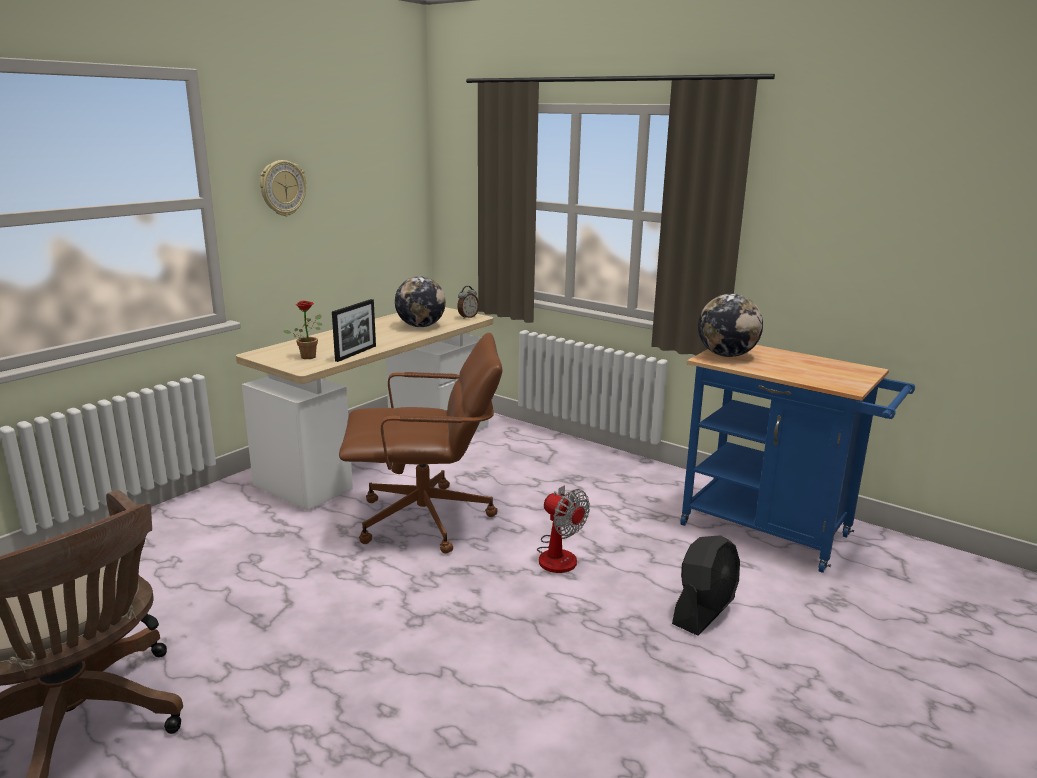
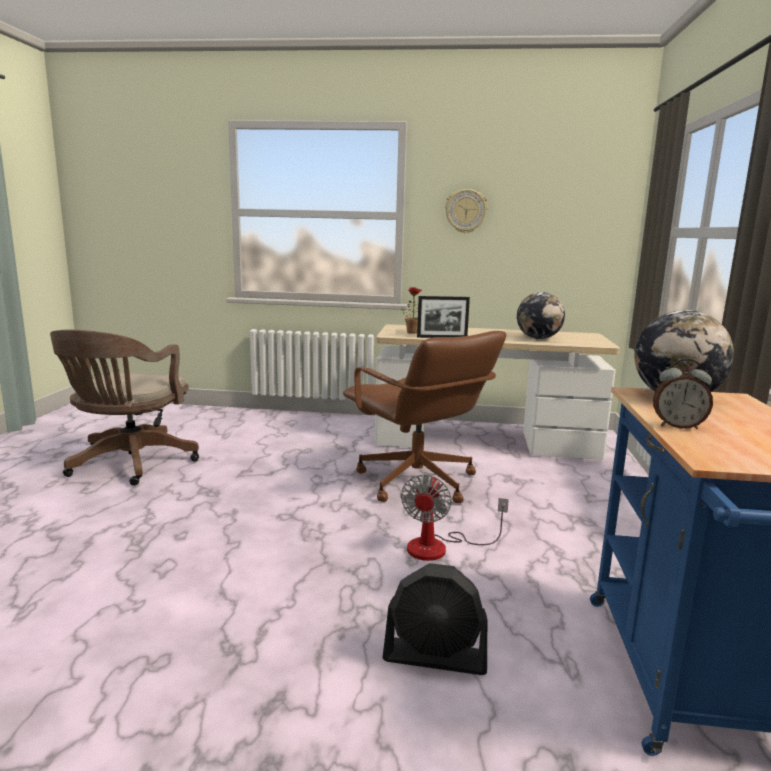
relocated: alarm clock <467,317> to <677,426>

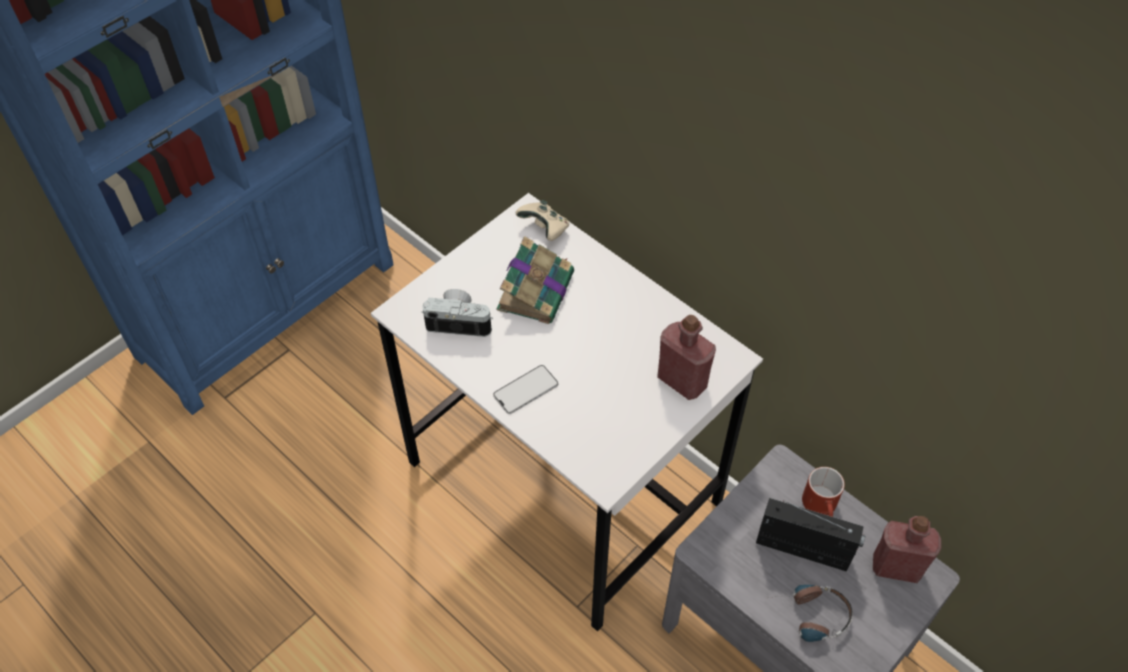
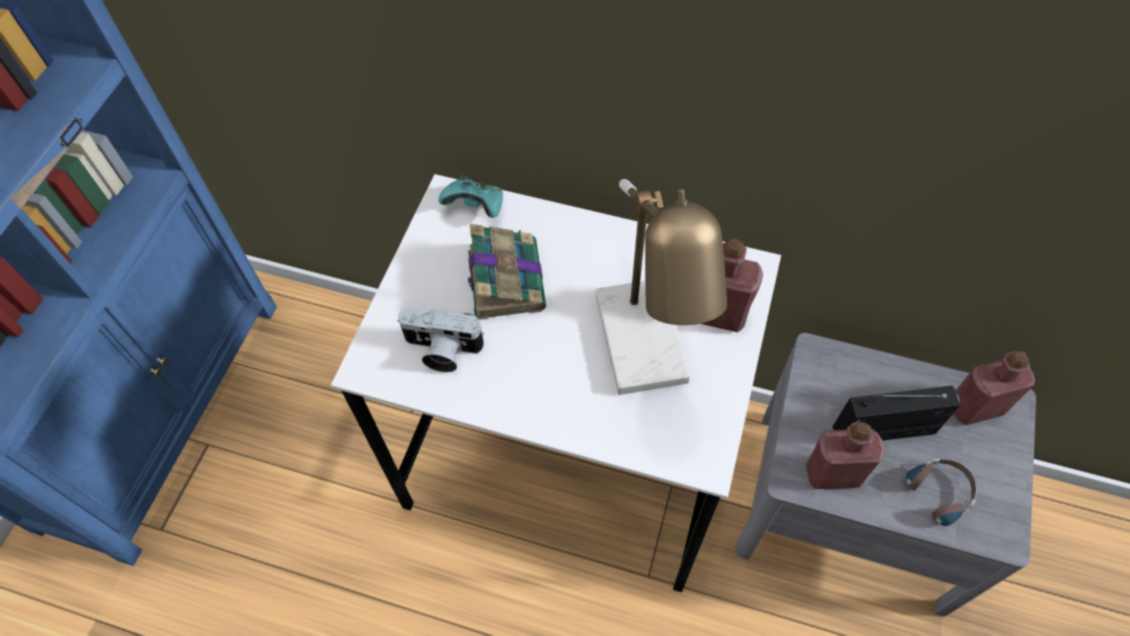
missing: phone <525,390>; red mug <822,507>
appeared: table lamp <647,354>; red bottle <833,473>
colour: beige game controller <545,229> to turquoise game controller <476,207>
spun: photo camera <460,321> = <441,350> 150 degrees counterclockwise

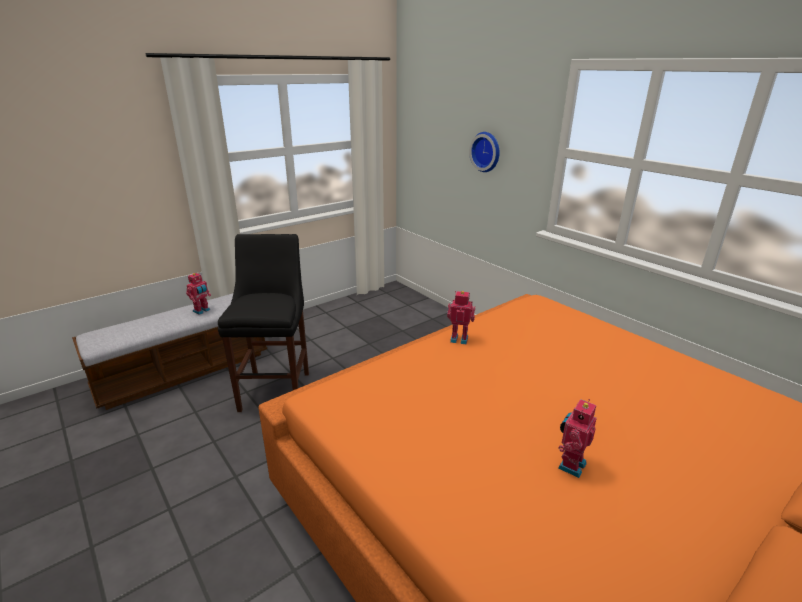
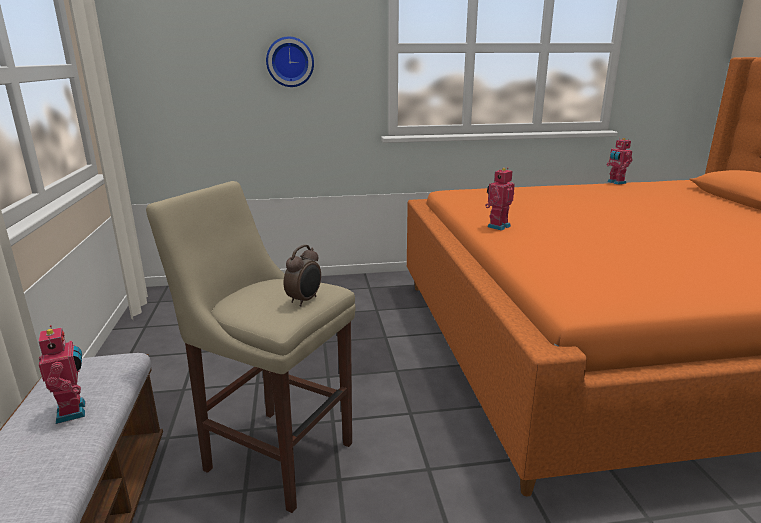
appeared: alarm clock <305,300>
relocated: toy robot <570,464> to <615,182>
colour: black stool <277,389> to beige stool <274,453>

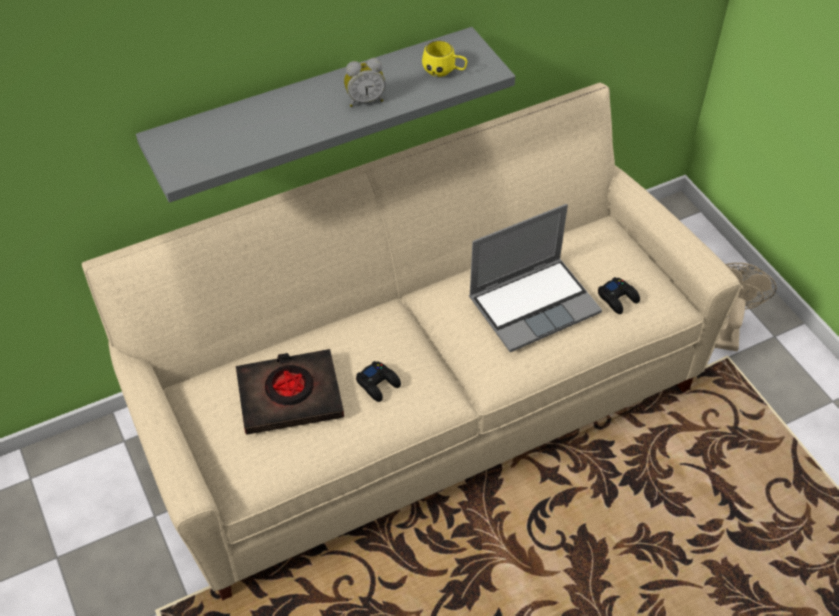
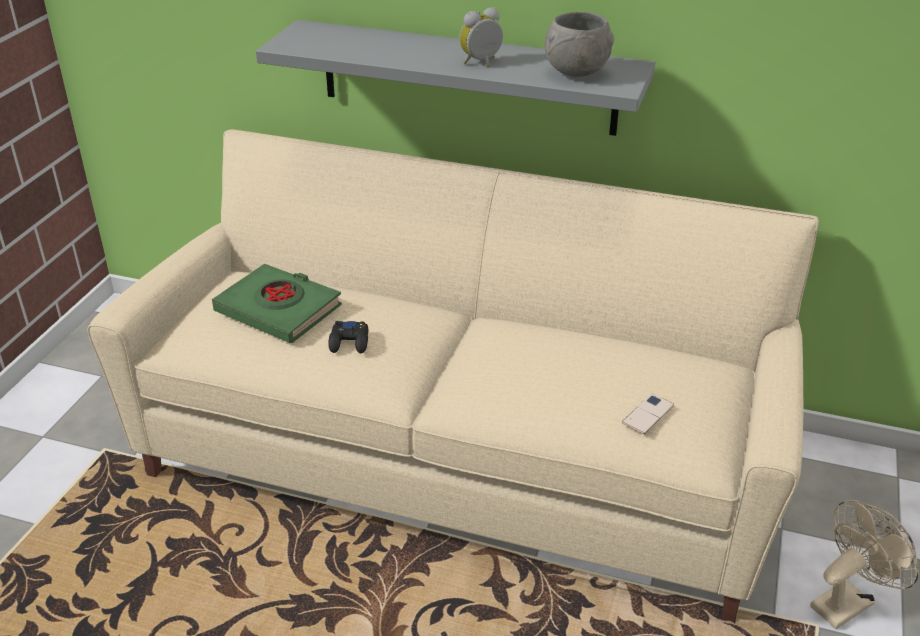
missing: laptop <534,304>
exchanged: yellow mug <444,72> to grey bowl <577,74>; black game controller <618,298> to phone <648,414>
colour: black book <290,396> to green book <279,309>
spun: alarm clock <365,100> = <482,63> 120 degrees clockwise

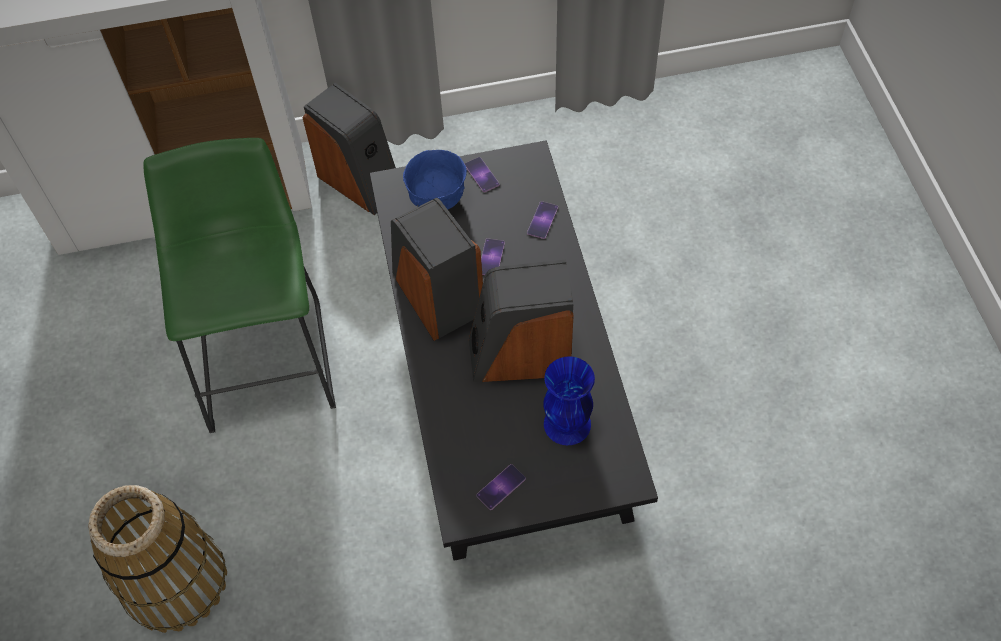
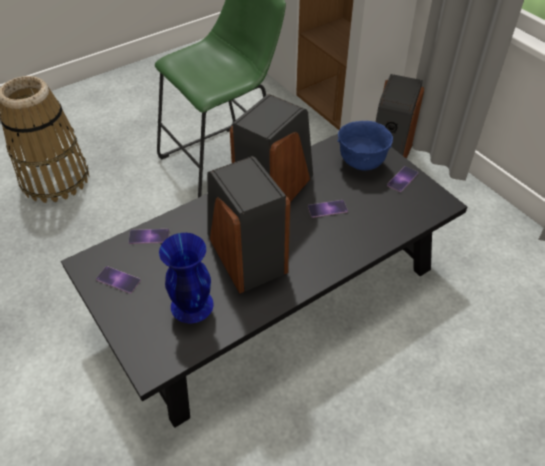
relocated: phone <542,220> to <149,236>

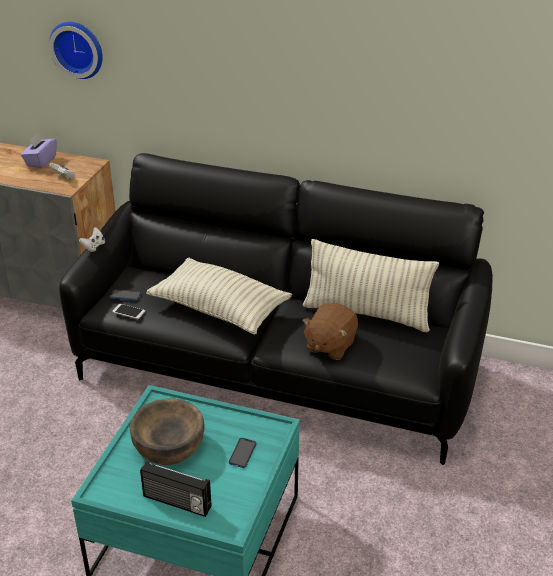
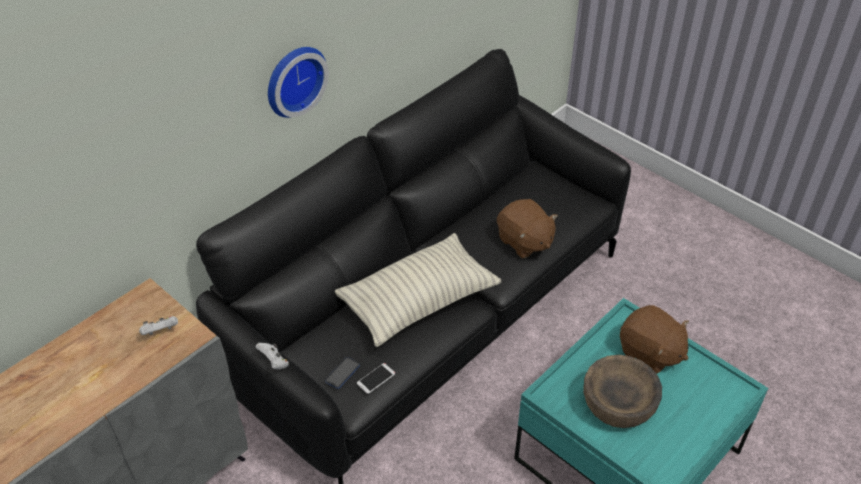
missing: purple tissue box <41,161>; radio <176,502>; pillow <366,313>
relocated: wall clock <78,48> to <293,79>
exchanged: phone <242,453> to brown plush toy <650,352>

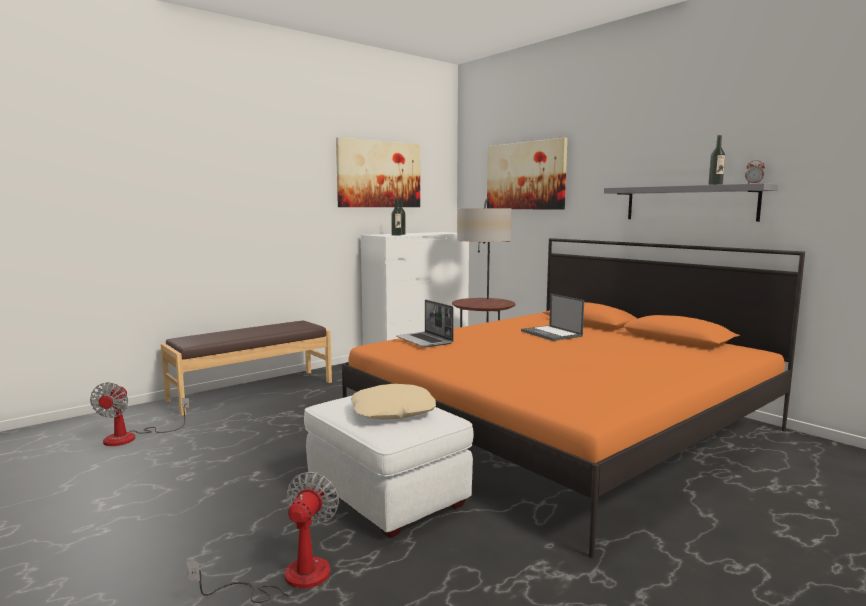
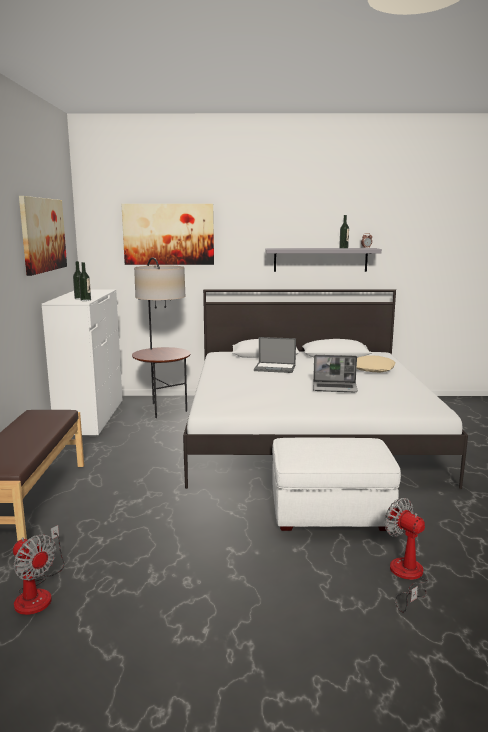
relocated: beige pillow <393,411> to <373,369>; laptop <425,341> to <335,388>
colour: orange bed <561,426> to white bed <307,433>

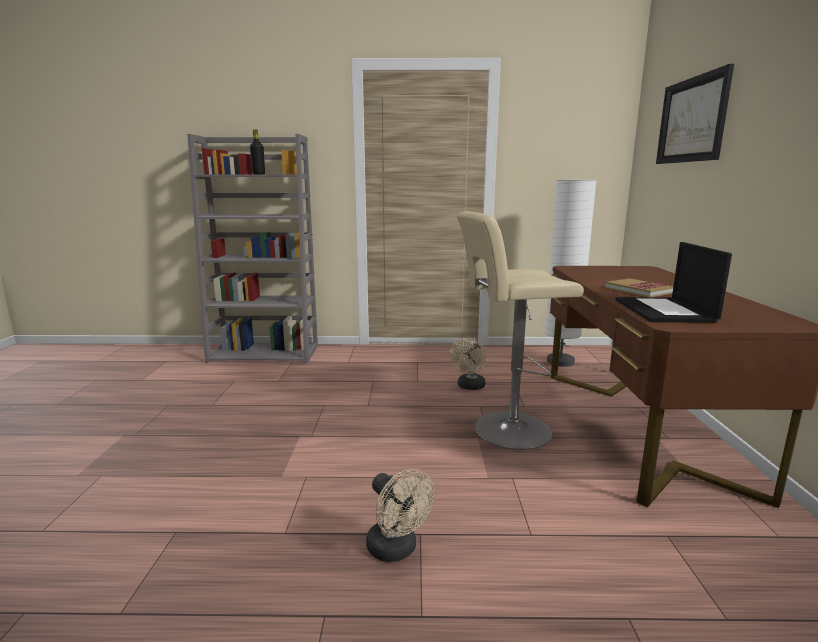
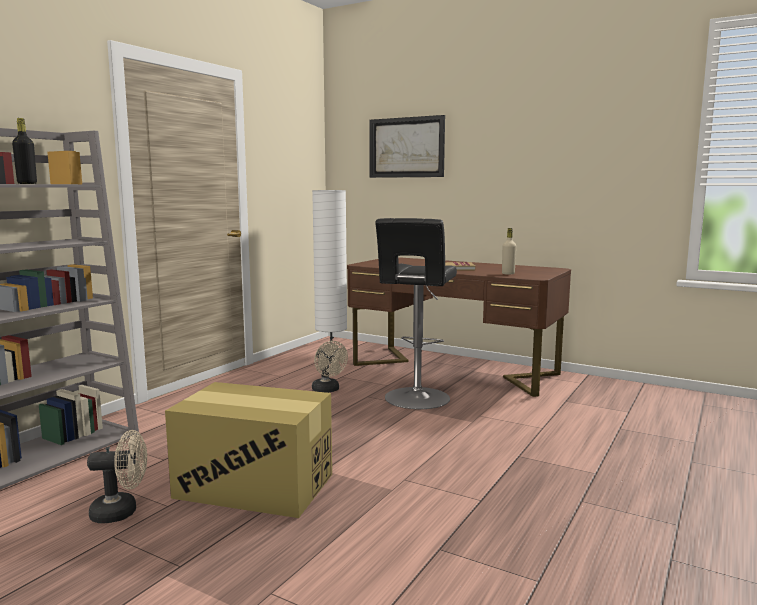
appeared: cardboard box <254,486>
relocated: beige fan <397,550> to <121,512>
exchanged: laptop <665,311> to beige bottle <508,273>
colour: beige stool <507,430> to black stool <416,399>

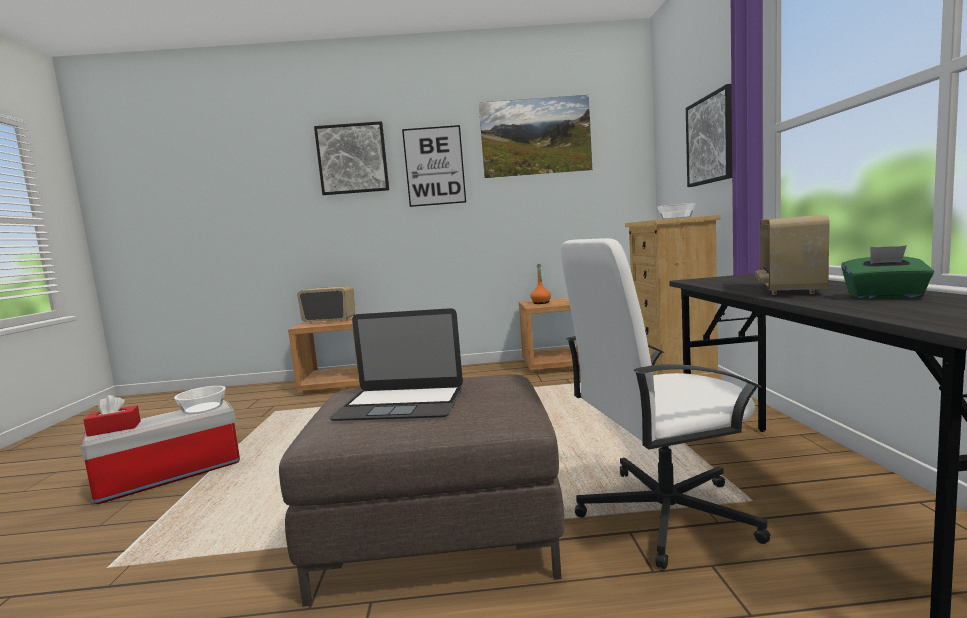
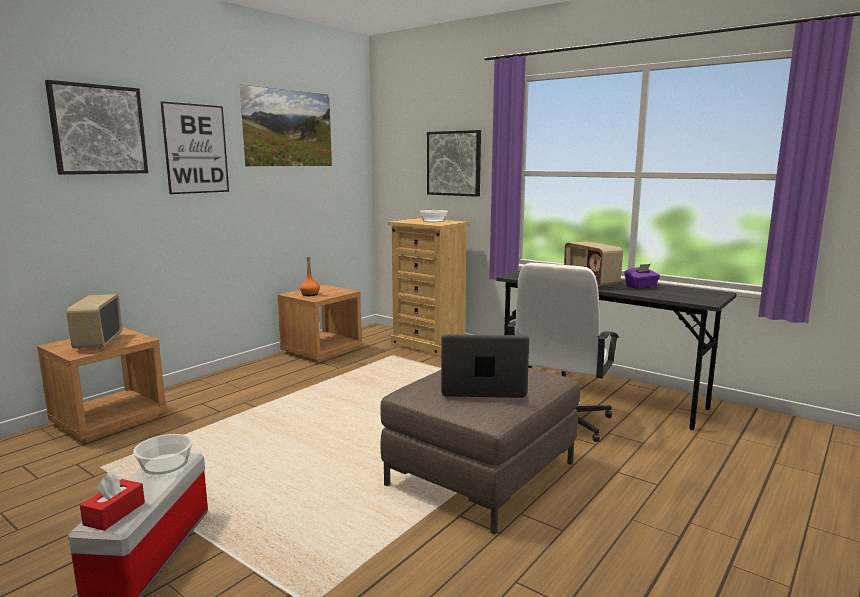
colour: green tissue box <884,297> to purple tissue box <641,287>
spun: radio <329,321> = <98,342> 60 degrees counterclockwise; laptop <401,404> = <482,387> 135 degrees counterclockwise

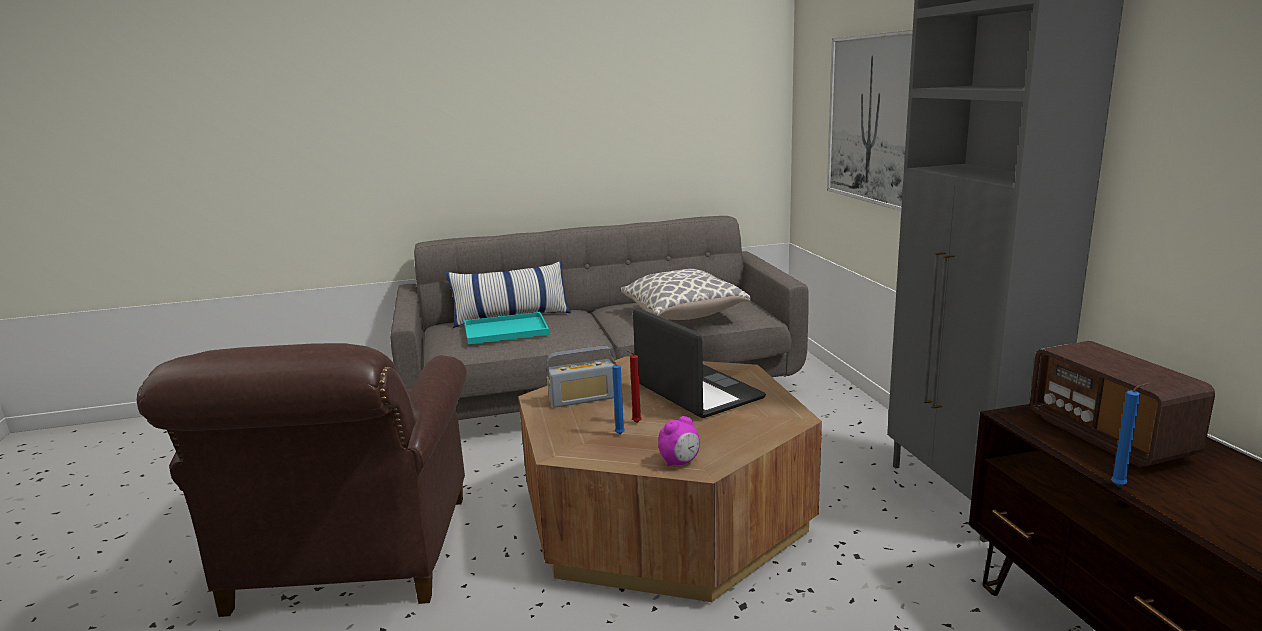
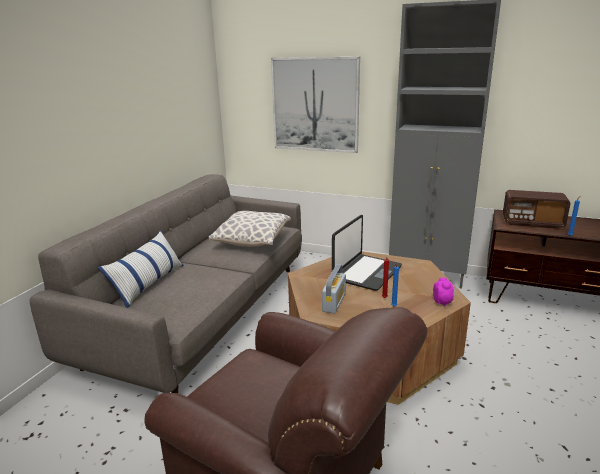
missing: turquoise tray <507,329>
spun: laptop <697,393> = <366,273> 120 degrees clockwise

